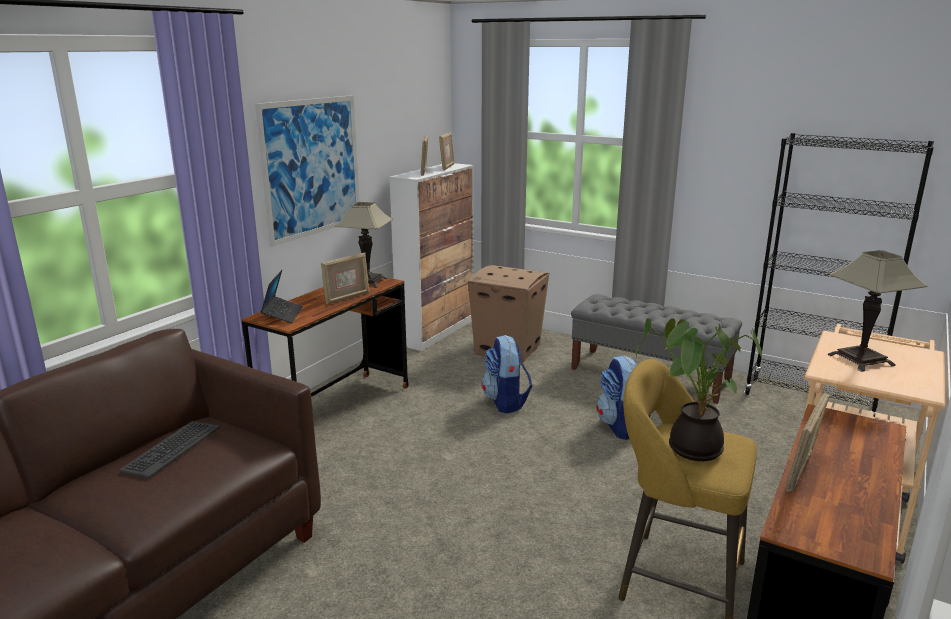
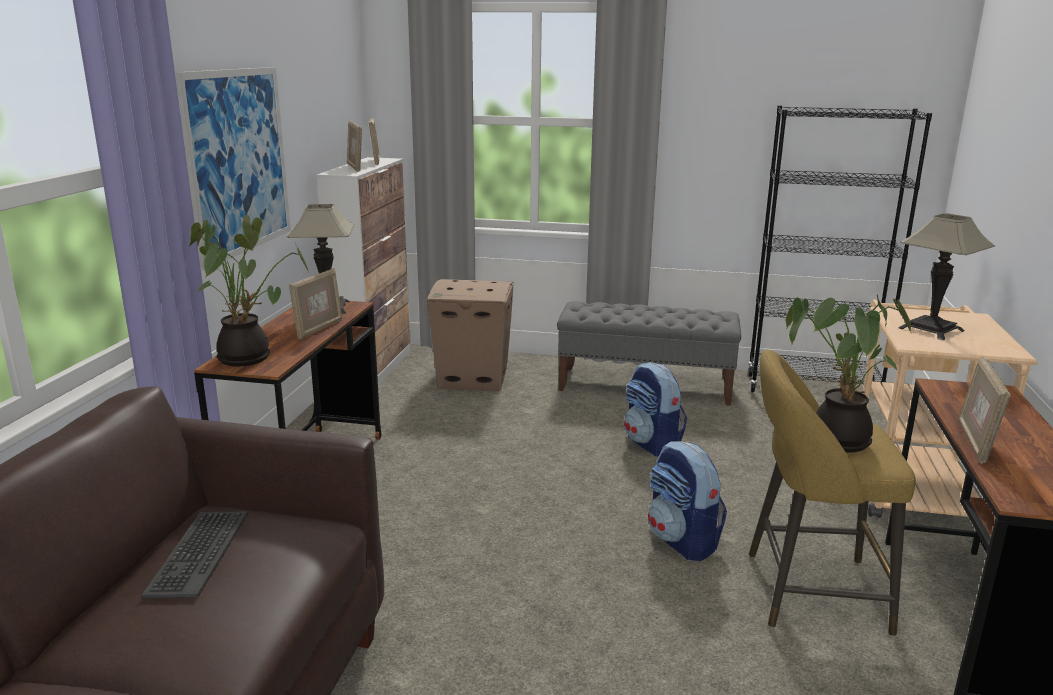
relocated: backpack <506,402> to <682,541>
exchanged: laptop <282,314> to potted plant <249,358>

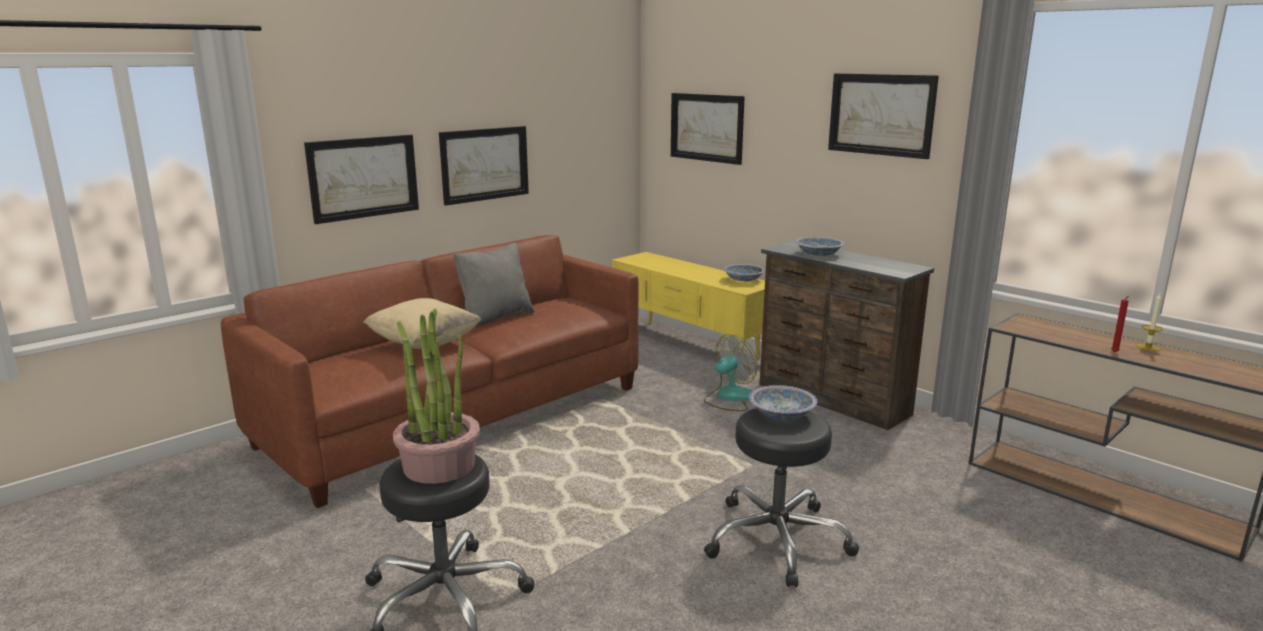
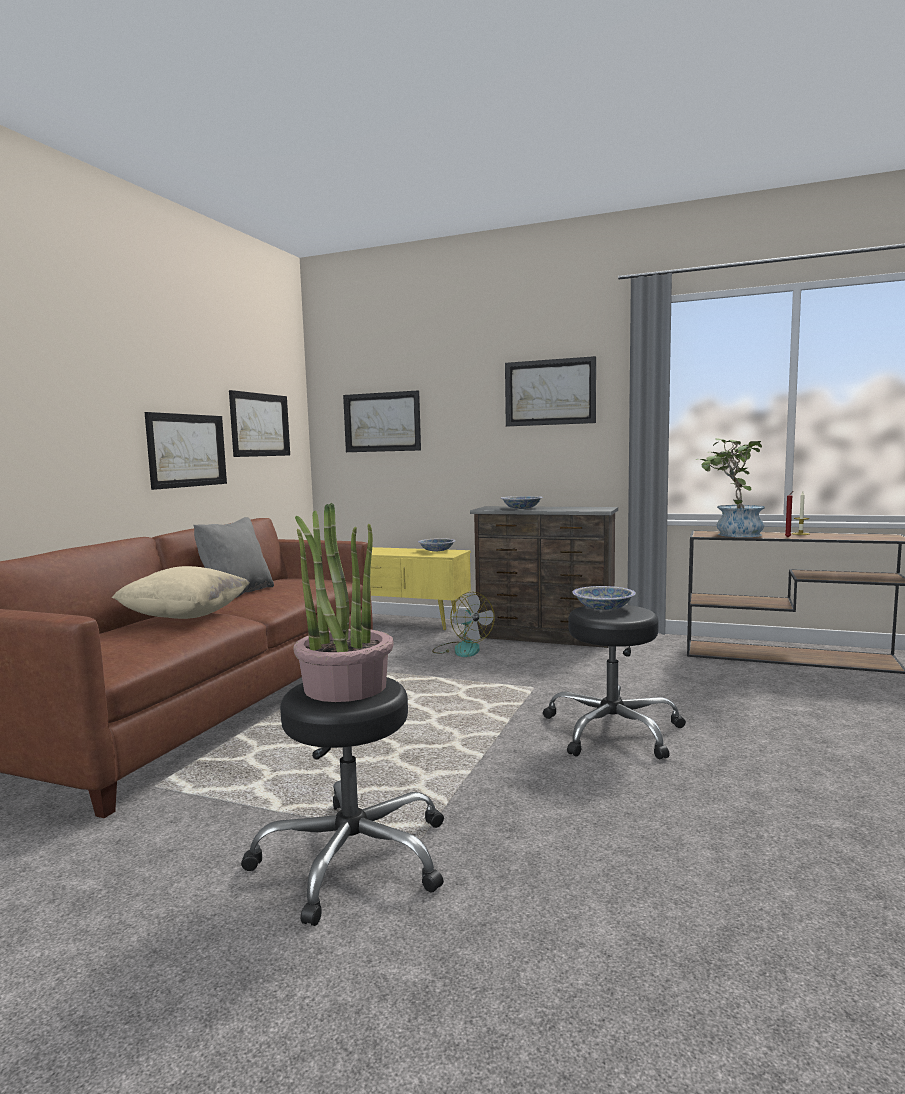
appeared: potted plant <732,534>
relocated: picture <363,177> to <260,425>
spun: fan <729,398> = <462,649> 120 degrees clockwise

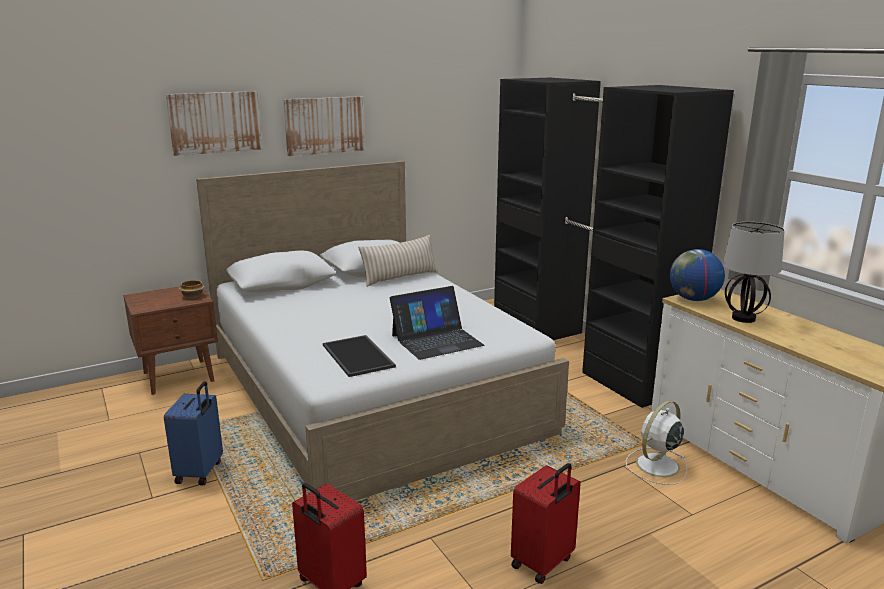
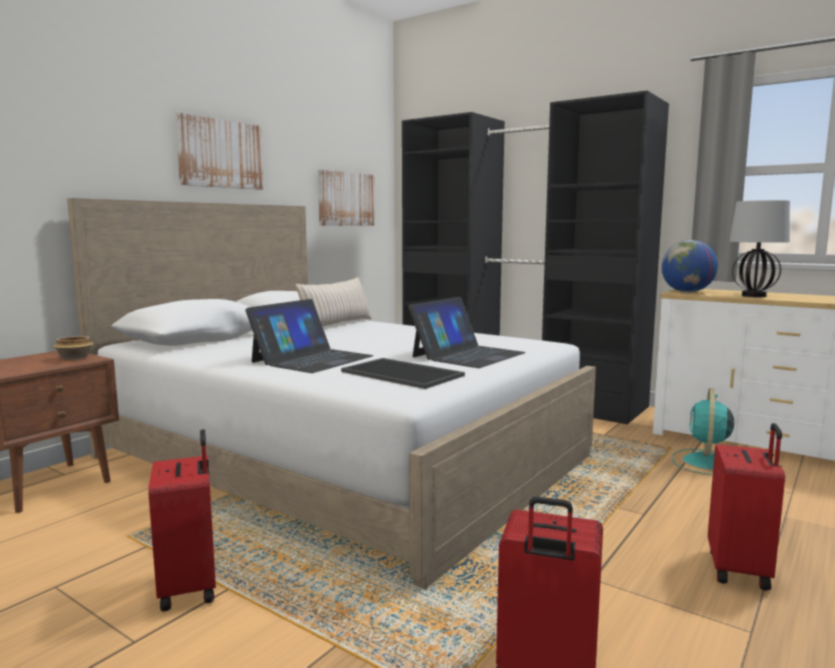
appeared: laptop <312,359>
relocated: picture <215,122> to <346,199>
colour: blue suitcase <200,472> to red suitcase <190,587>; white fan <656,466> to turquoise fan <706,463>

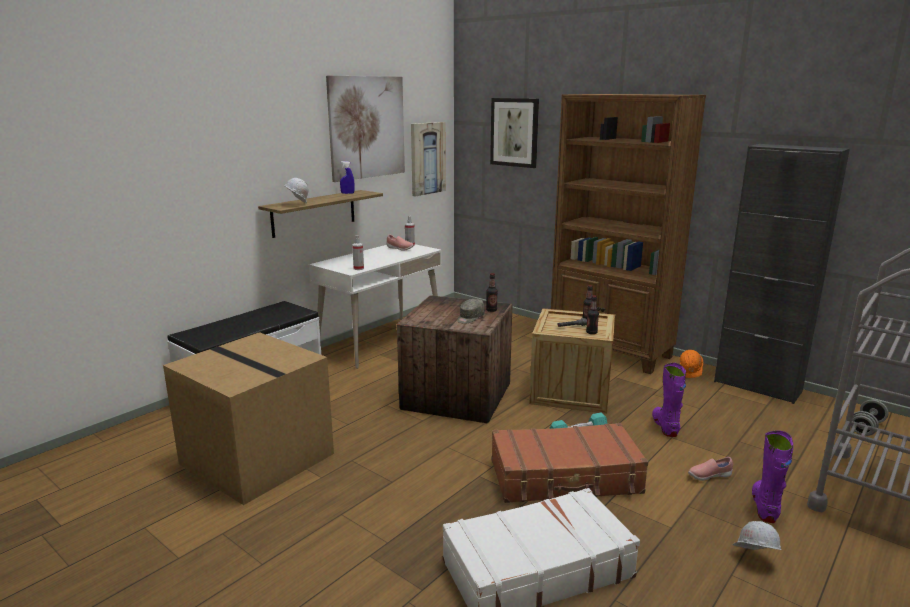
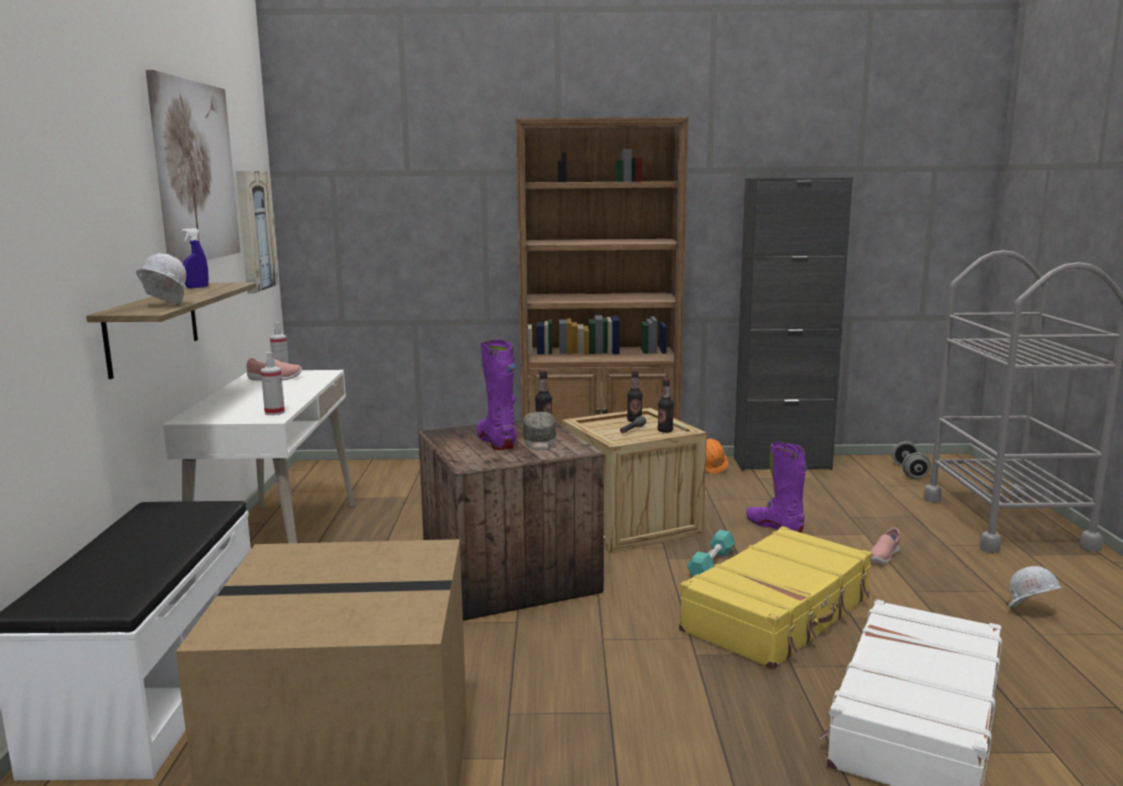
missing: picture <514,132>
relocated: purple boot <765,507> to <496,442>
colour: brown suitcase <565,477> to yellow suitcase <779,614>

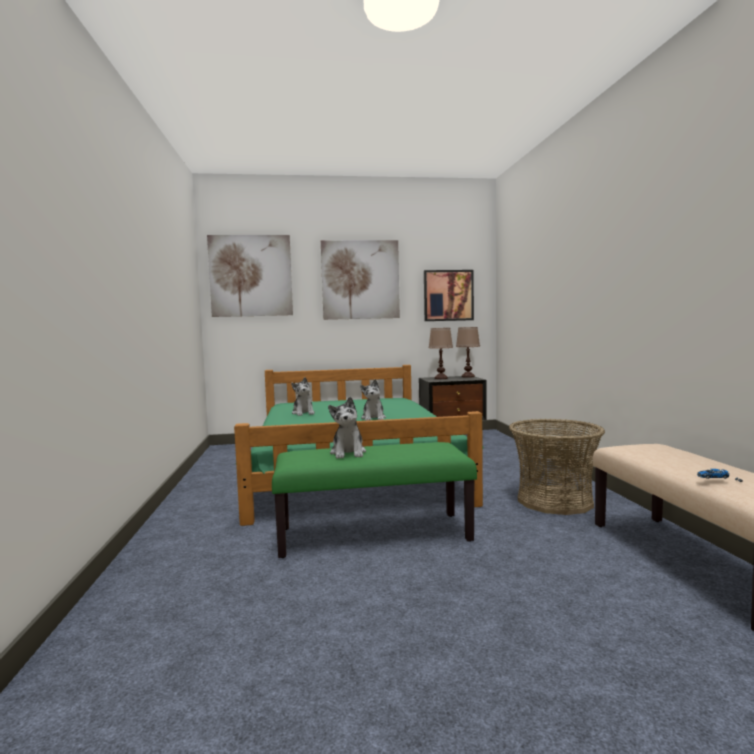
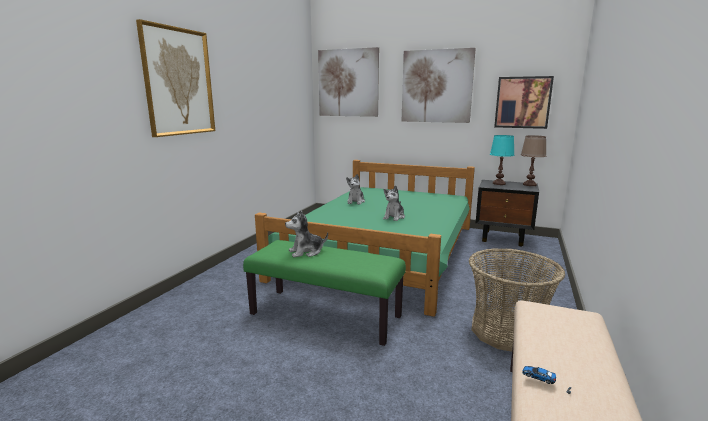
appeared: picture <178,82>
colour: brown table lamp <441,378> to turquoise table lamp <499,183>
spun: plush toy <348,453> = <306,252> 45 degrees clockwise

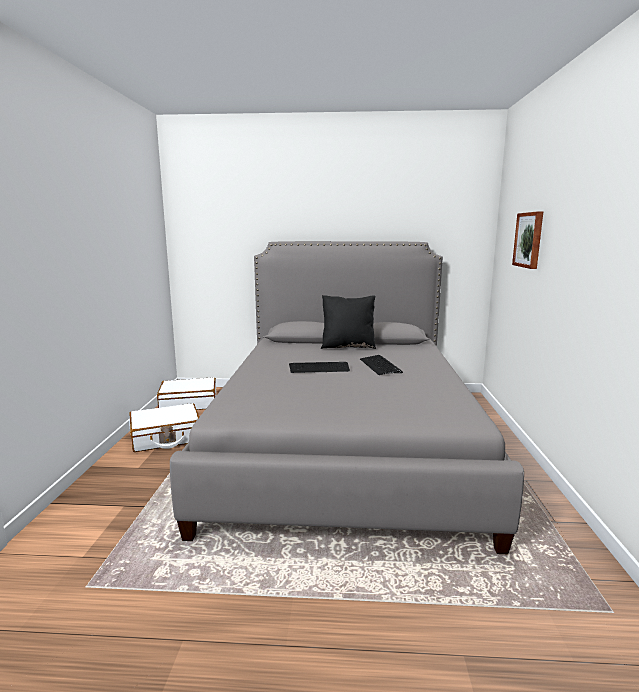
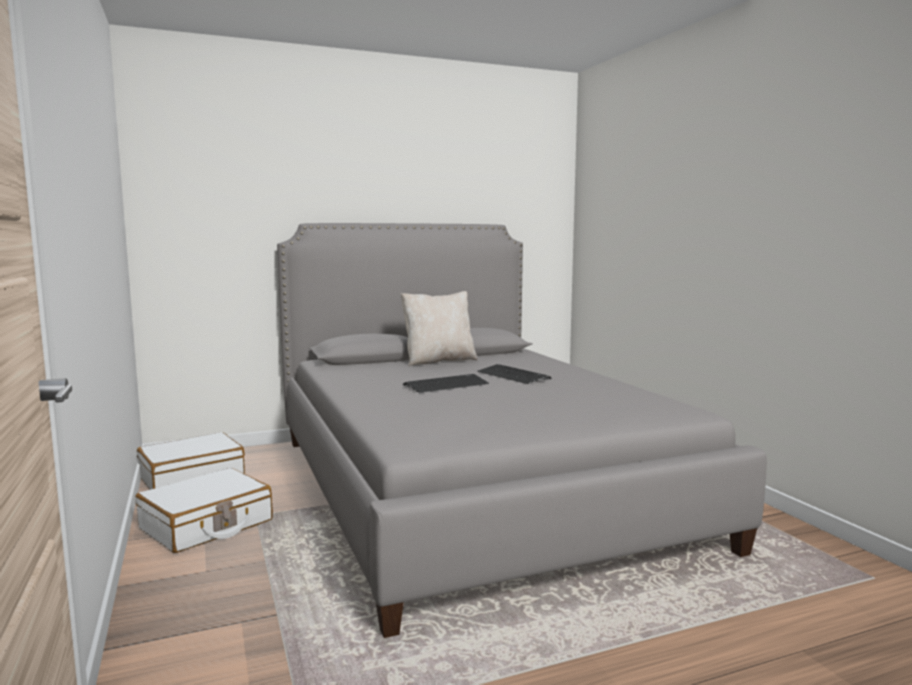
missing: picture <529,240>
colour: black pillow <348,346> to beige pillow <438,361>

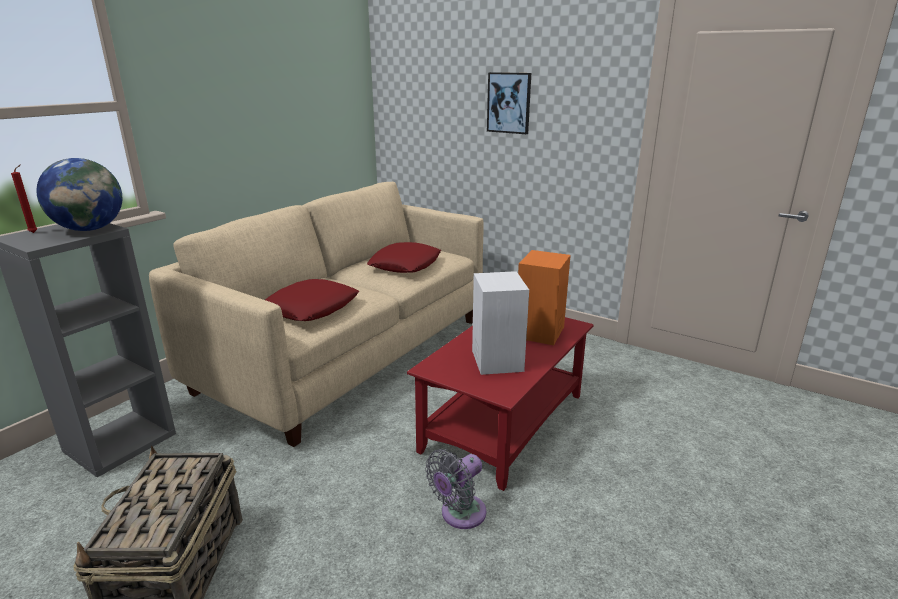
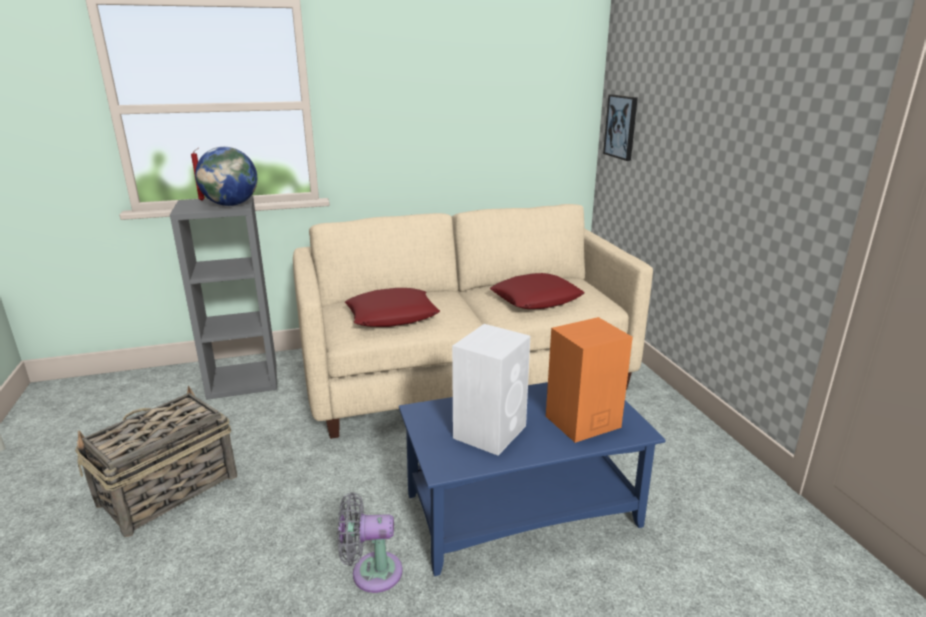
relocated: picture <509,103> to <621,127>
colour: red coffee table <504,421> to blue coffee table <523,509>

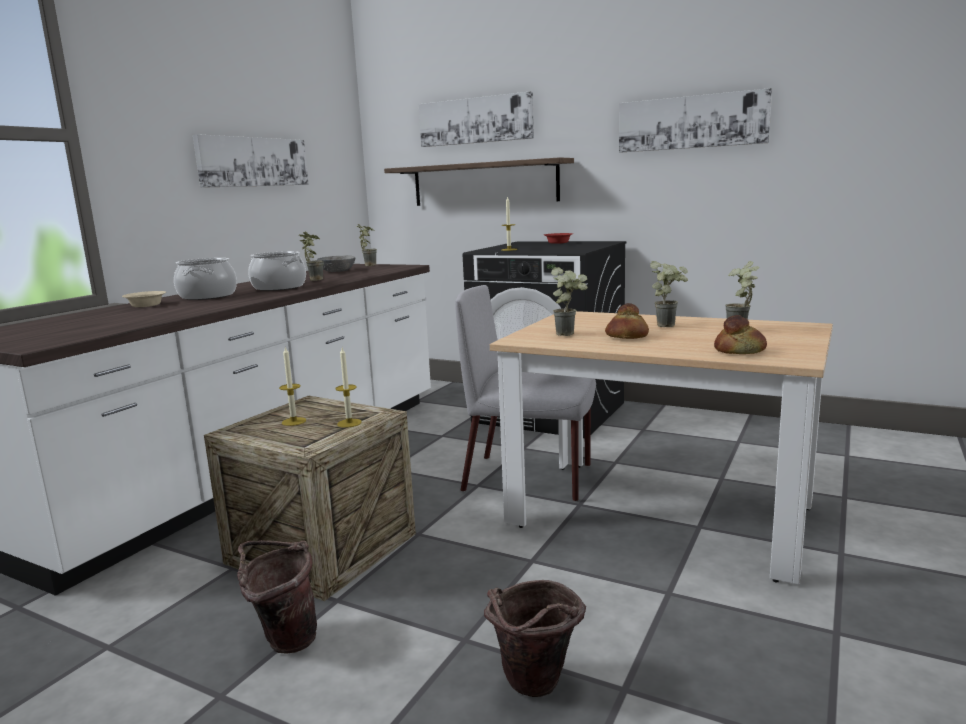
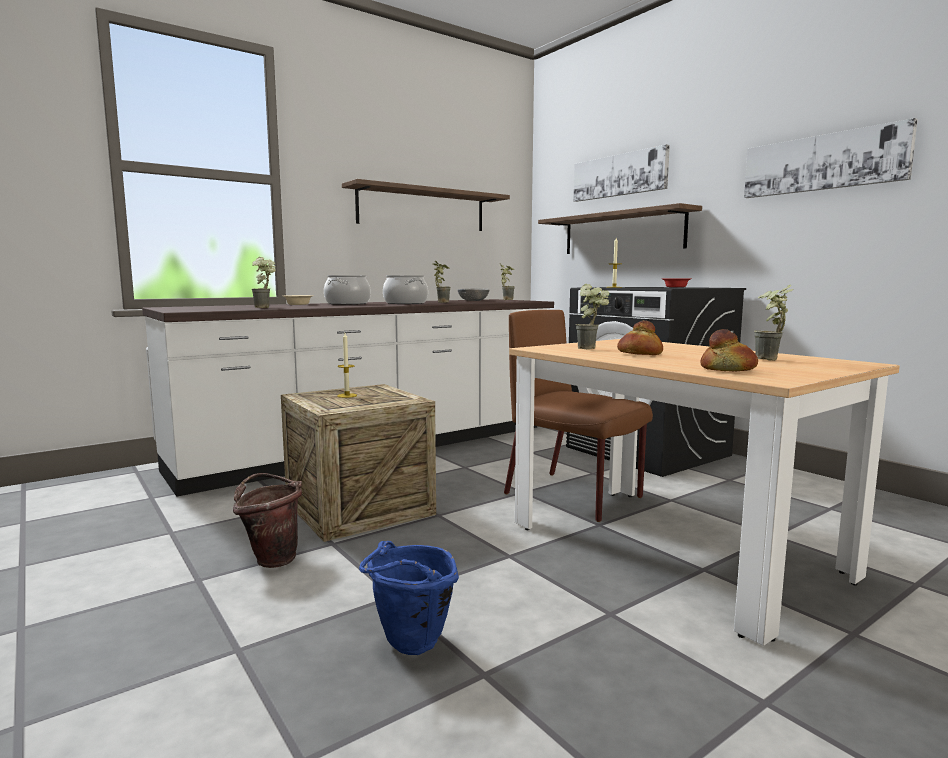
missing: candle <349,423>
relocated: potted plant <669,325> to <266,308>
exchanged: picture <253,162> to shelf <422,209>
colour: grey chair <530,478> to brown chair <575,496>; brown bucket <534,689> to blue bucket <409,647>

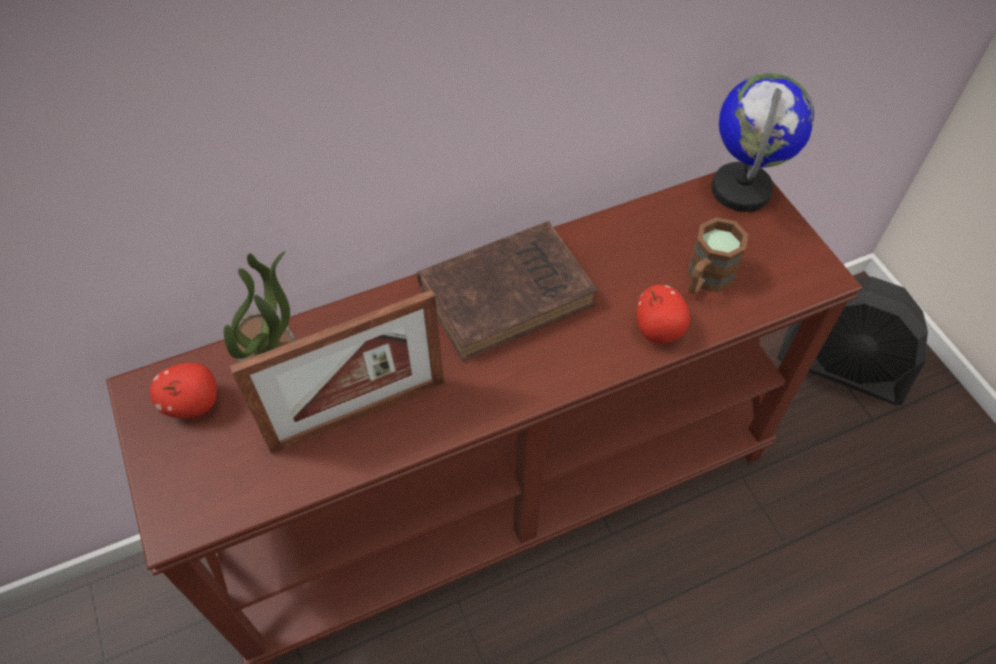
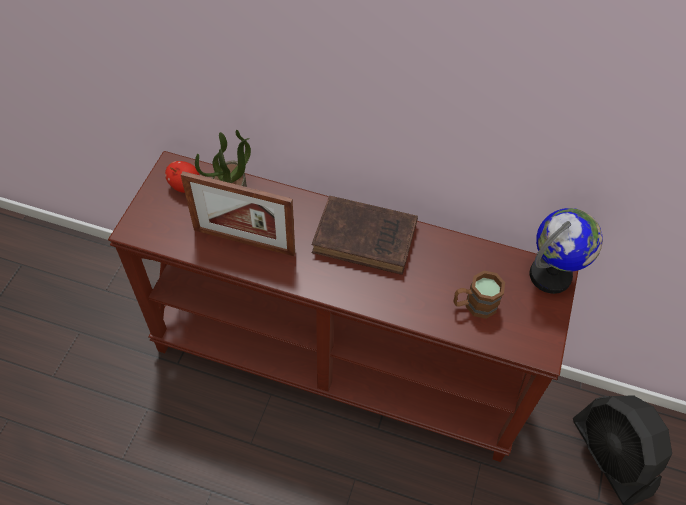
missing: apple <658,329>

